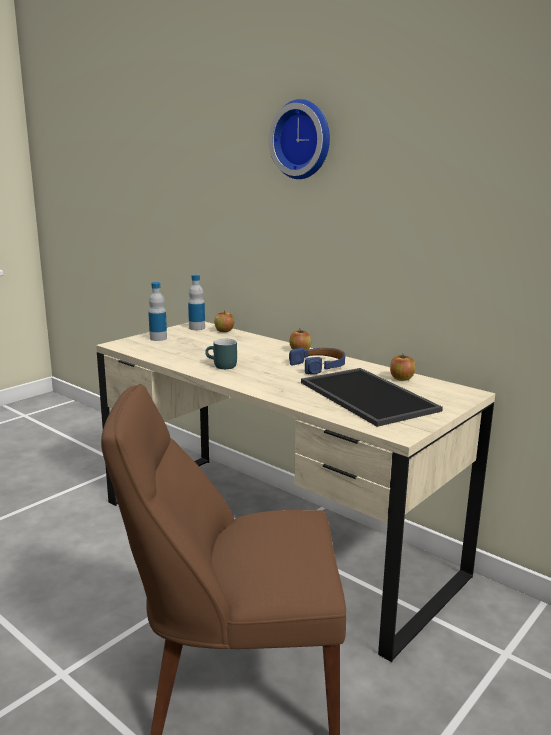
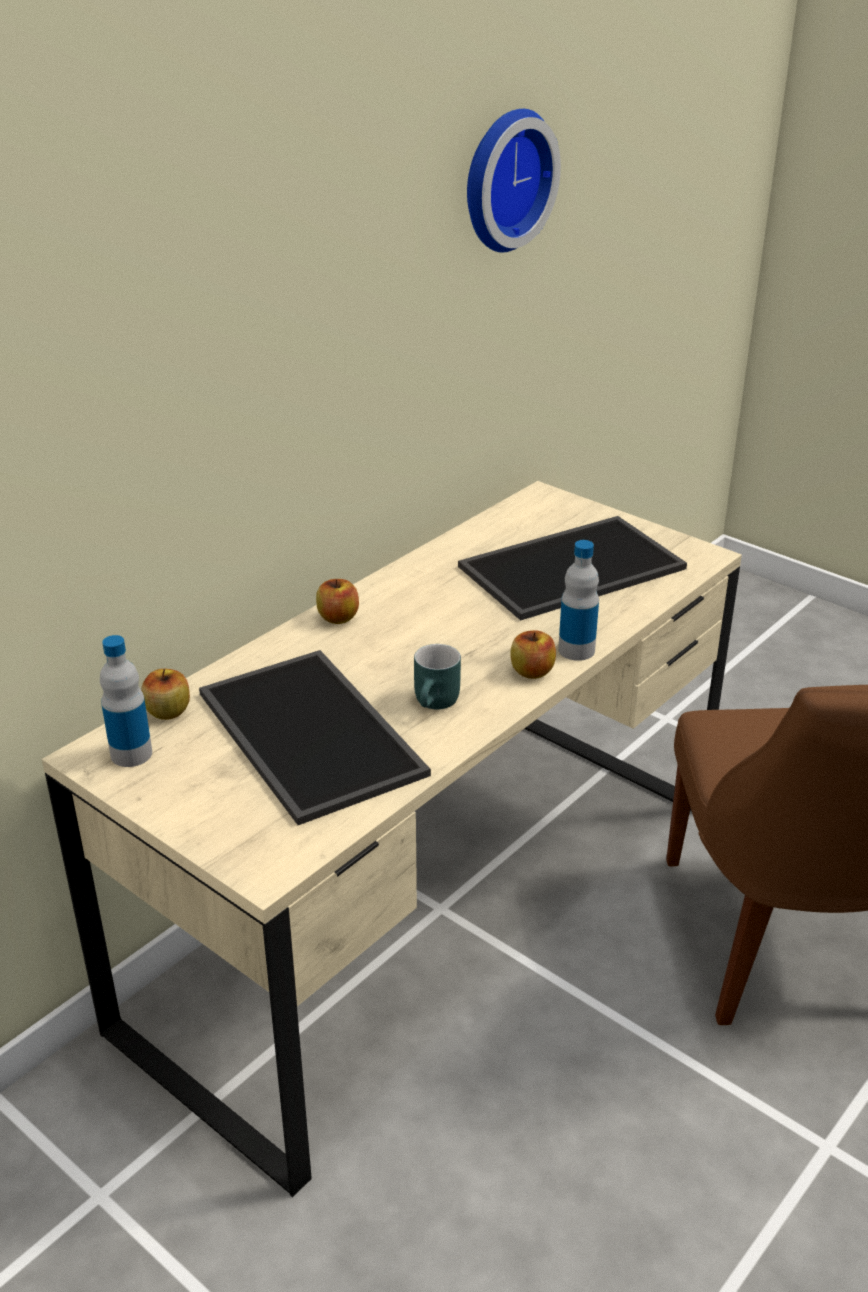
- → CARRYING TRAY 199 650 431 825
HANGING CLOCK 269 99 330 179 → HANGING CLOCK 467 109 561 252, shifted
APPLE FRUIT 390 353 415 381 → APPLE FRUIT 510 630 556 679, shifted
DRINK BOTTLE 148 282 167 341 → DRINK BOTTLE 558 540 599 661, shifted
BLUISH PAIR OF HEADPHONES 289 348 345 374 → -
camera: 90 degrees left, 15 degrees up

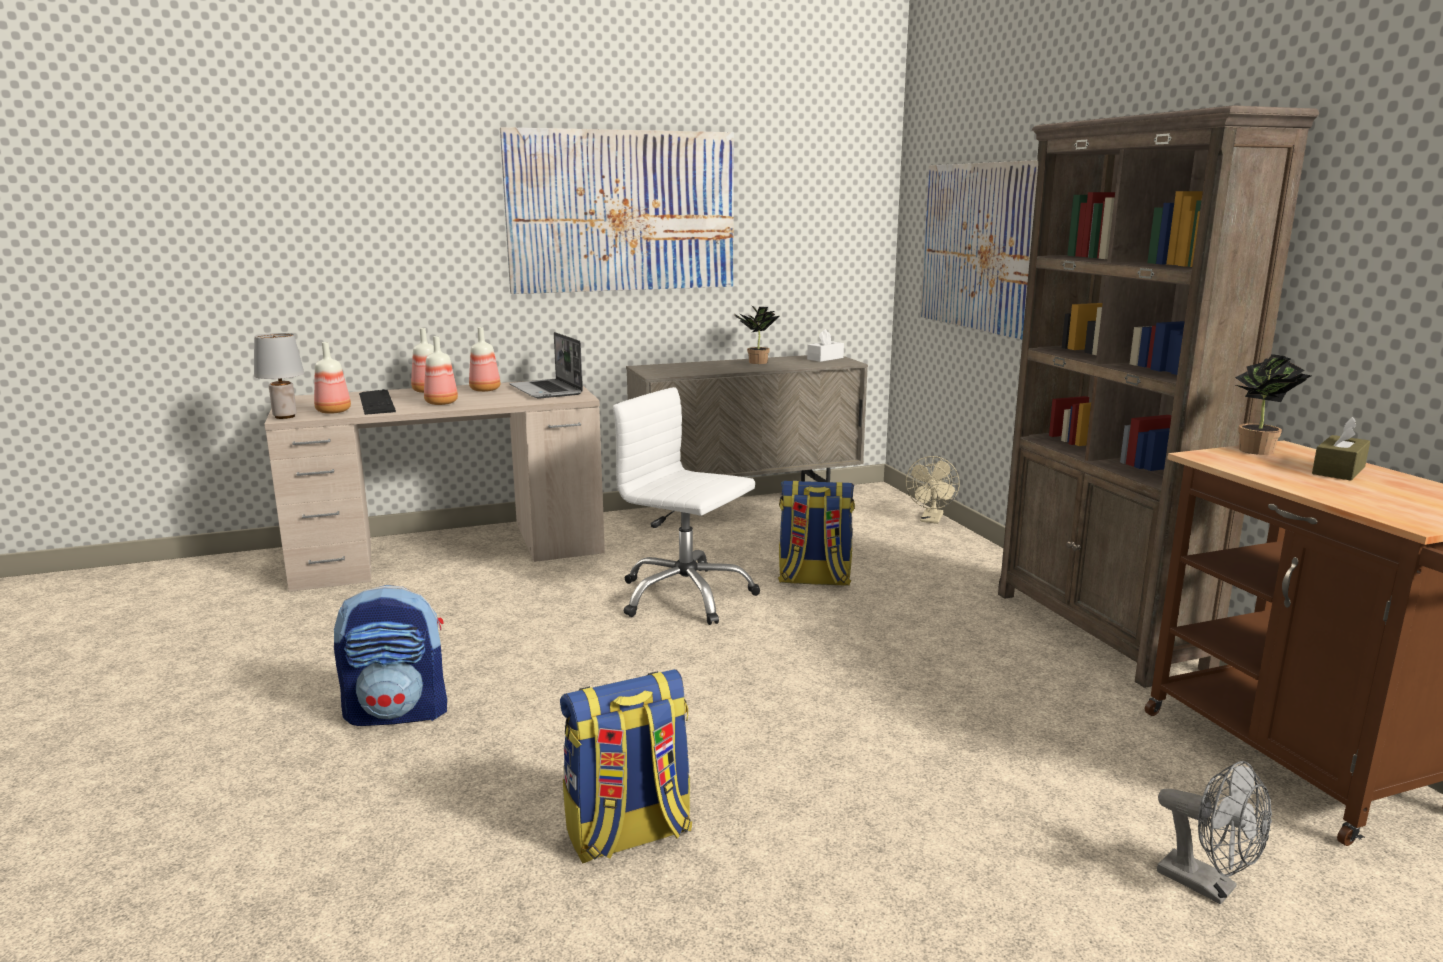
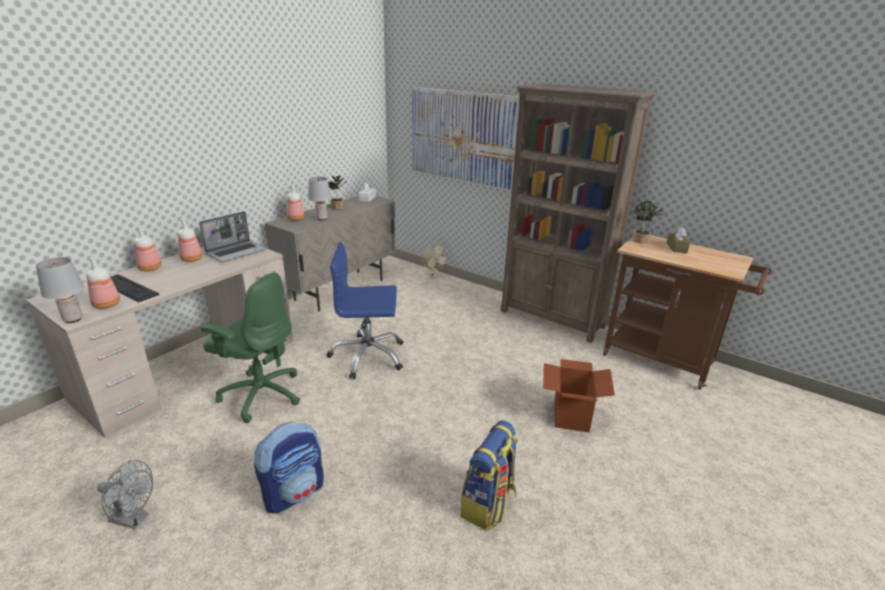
GRAY COOLING FAN 1157 761 1272 905 → GRAY COOLING FAN 97 460 153 529, shifted
NOTEBOOK COMPUTER 510 332 583 399 → NOTEBOOK COMPUTER 199 211 267 262, 75 degrees counterclockwise
- → GREEN DESK CHAIR 201 272 300 423
DRINK BOTTLE 424 336 458 405 → DRINK BOTTLE 287 184 305 221, shifted
- → GRAY TABLE LAMP 308 177 331 220
WHITE DESK CHAIR 613 387 760 625 → BLUISH DESK CHAIR 326 242 404 379
- → CARDBOARD BOX 543 359 615 432
PICTURE 500 127 734 294 → -
BACKPACK 778 481 855 586 → -
camera: 35 degrees left, 10 degrees up

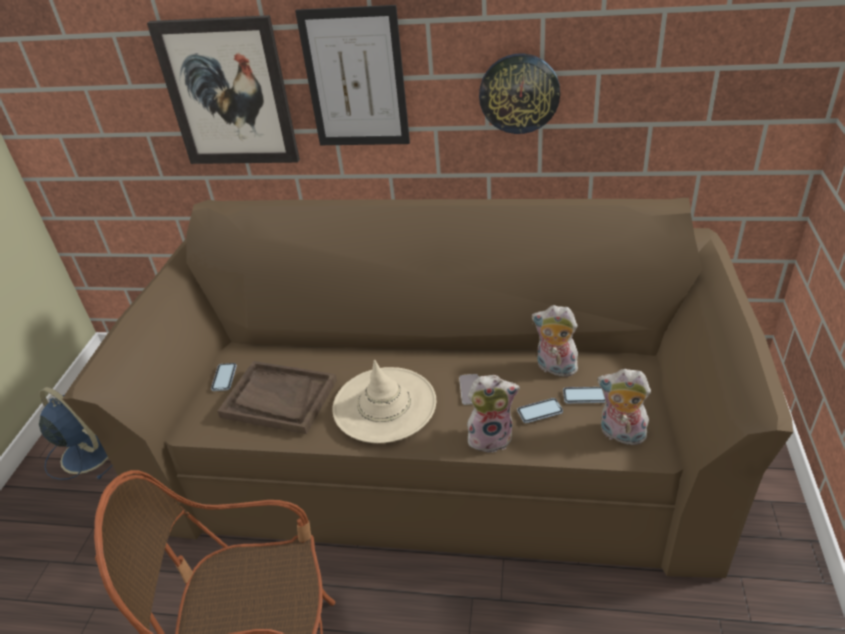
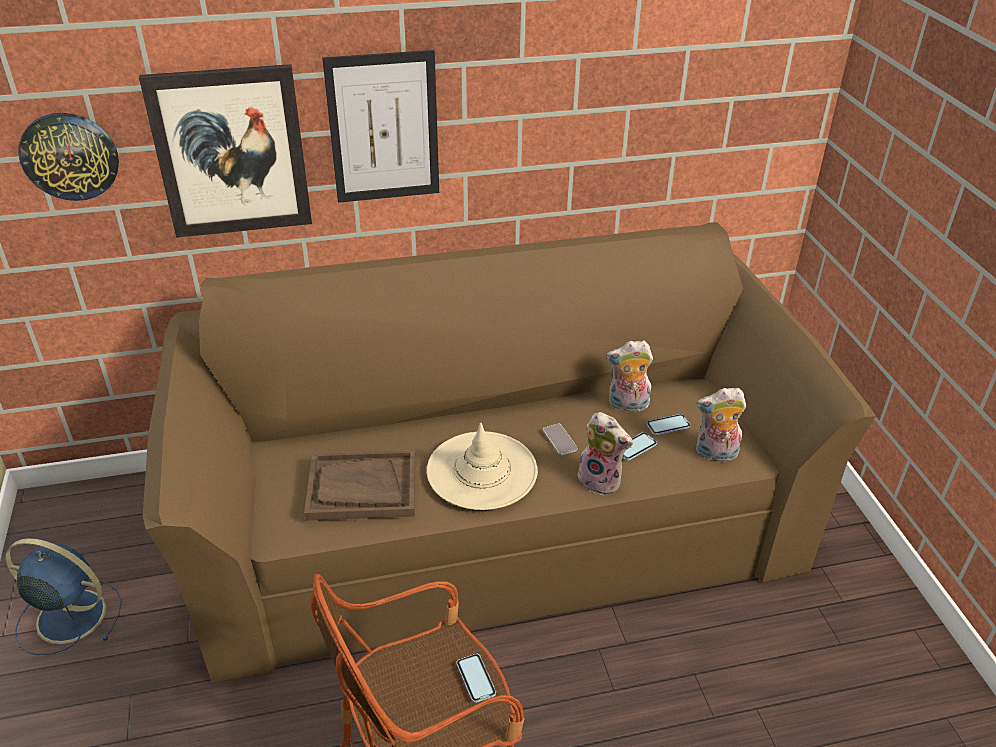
HANGING CLOCK 479 53 560 134 → HANGING CLOCK 18 113 119 201, shifted
HANDSET 211 363 237 391 → HANDSET 456 654 496 703, shifted
CUDDLY TOY 467 375 520 454 → CUDDLY TOY 576 412 633 496, 60 degrees clockwise
camera: 25 degrees left, 0 degrees up

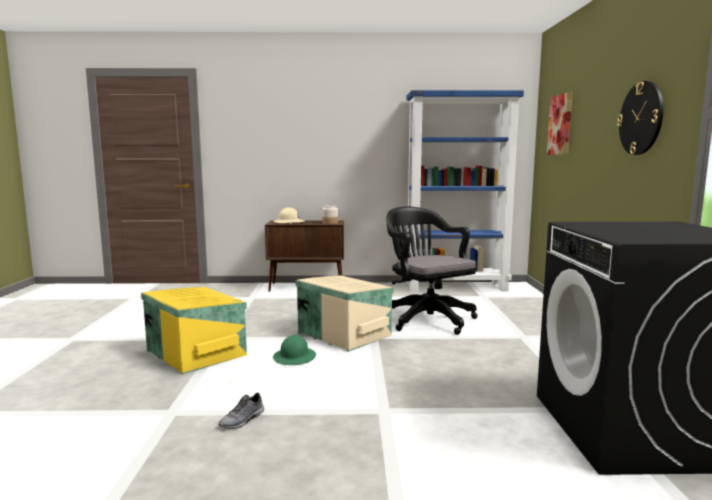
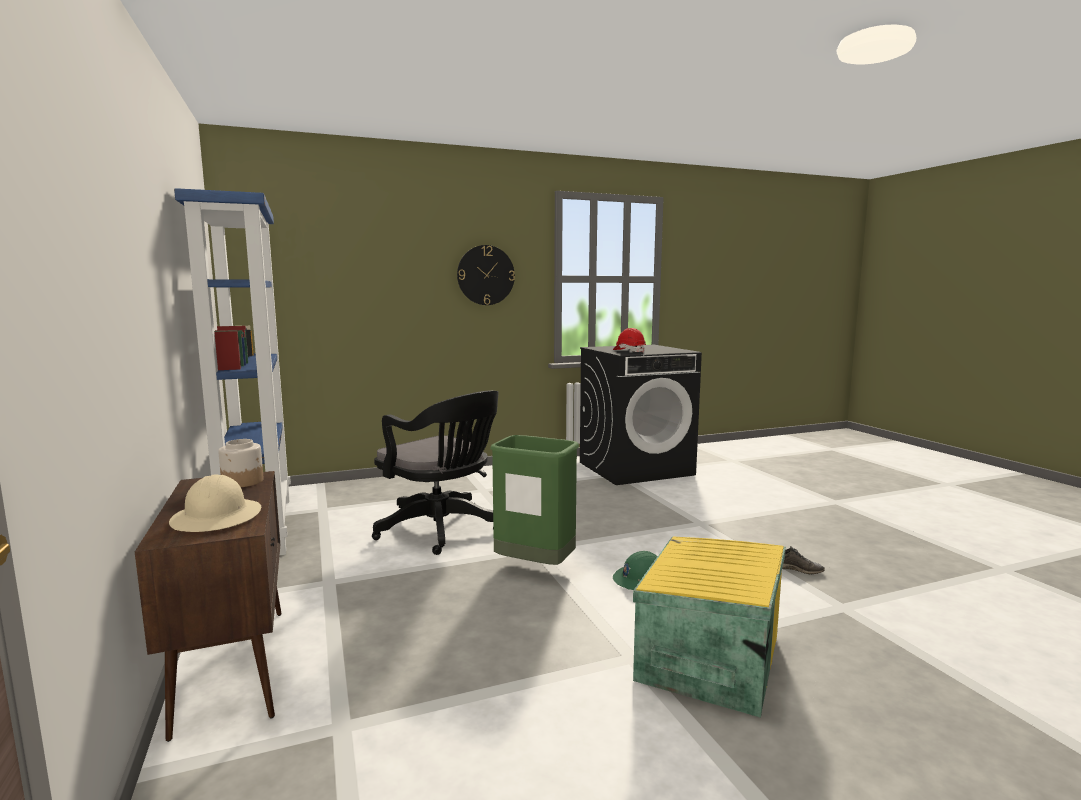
BLACK-COLOURED DESK CHAIR 386 207 478 335 → BLACK-COLOURED DESK CHAIR 372 391 499 555, 90 degrees counterclockwise
BEIGE STORAGE CONTAINER 296 275 394 352 → GREEN TRASH CAN 490 435 579 565
- → RED-COLOURED SAFETY HELMET 613 328 646 353
PICTURE 547 92 573 155 → -
camera: 110 degrees left, 0 degrees up

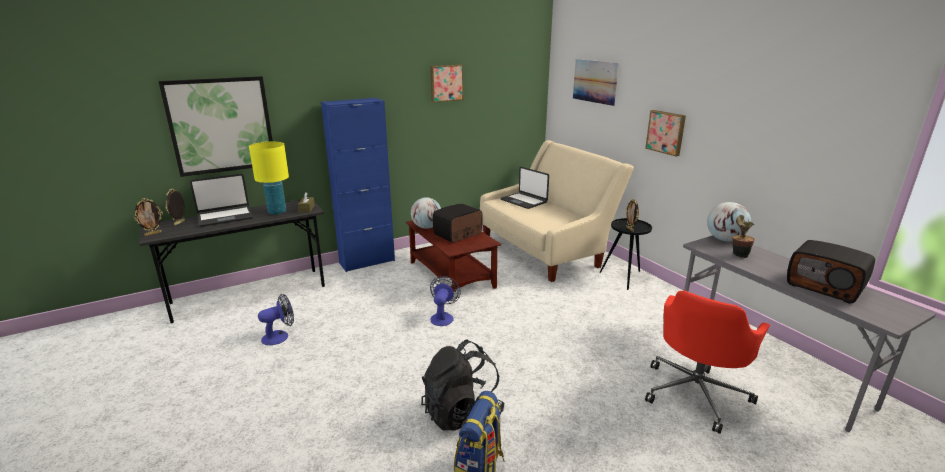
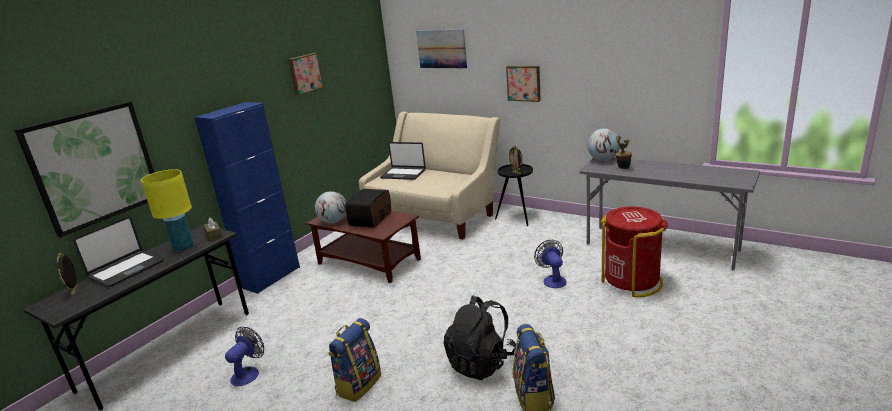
- → BACKPACK 328 318 381 402
COOLING FAN 430 276 461 326 → COOLING FAN 534 240 567 288, shifted
RED-COLOURED DESK CHAIR 645 291 770 434 → RED-COLOURED TRASH CAN 601 206 668 297
STANDING FRAME 134 198 163 236 → -
RADIO SET 787 240 875 303 → -
camera: 25 degrees left, 0 degrees up

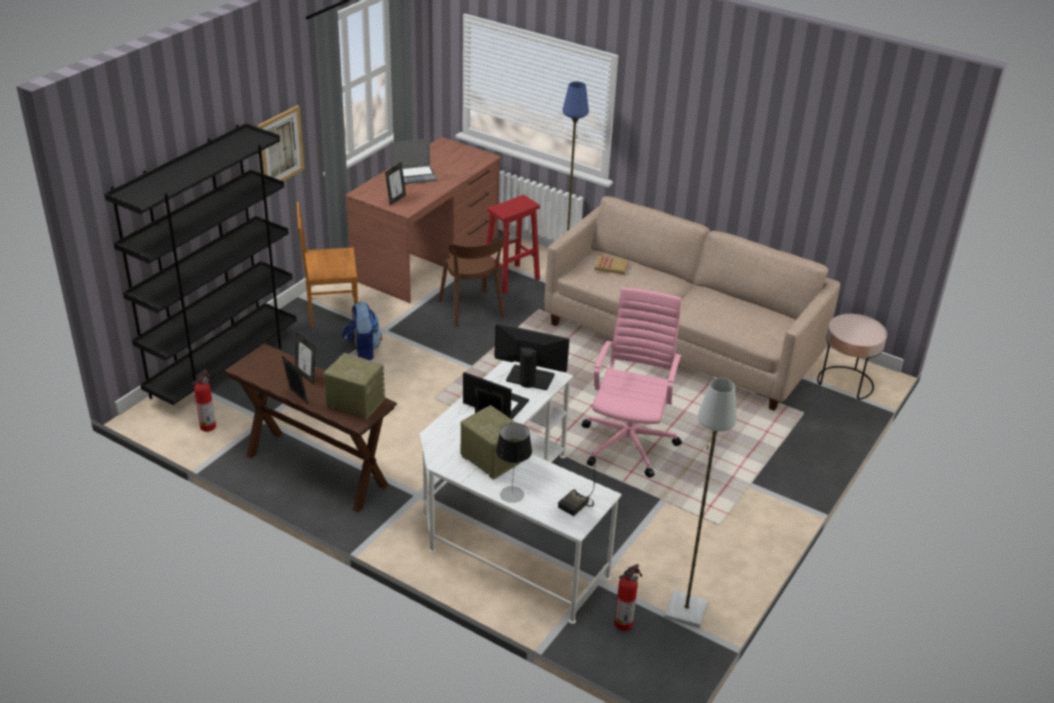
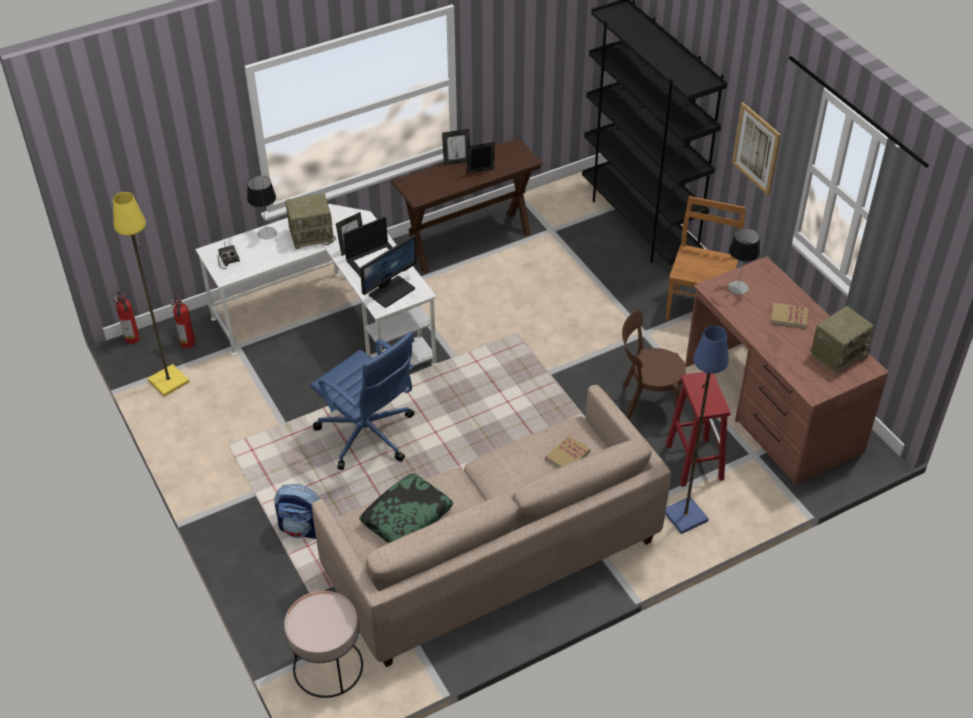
GRAY STANDING LAMP 664 378 737 628 → YELLOW STANDING LAMP 113 192 189 397
FIRE EXTINGUISHER 193 369 216 432 → FIRE EXTINGUISHER 113 291 140 344, shifted
BACKPACK 342 302 382 361 → BACKPACK 274 484 320 539, shifted
PINKISH DESK CHAIR 582 287 682 478 → BLUISH DESK CHAIR 310 331 415 470
- → PILLOW 359 474 453 543
STANDING FRAME 385 162 406 205 → TABLE LAMP 728 228 760 295
NOTEBOOK COMPUTER 390 139 437 184 → BOOK 771 303 808 329
RADIO SET 324 353 385 420 → RADIO SET 811 306 875 374, shifted
camera: 120 degrees right, 10 degrees up

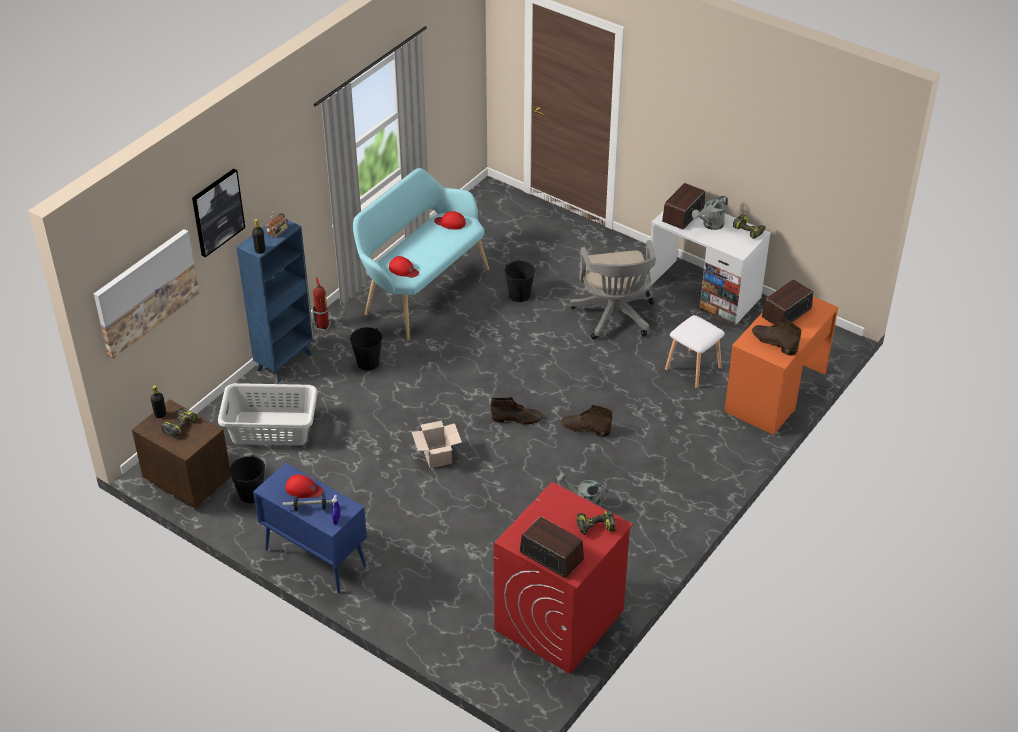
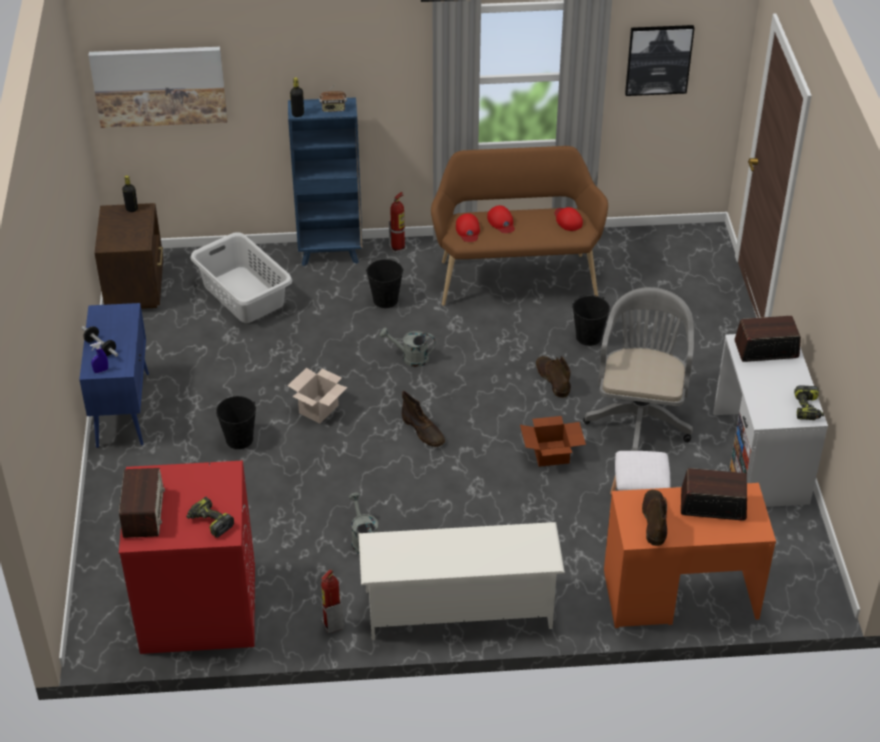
BLACK-COLOURED WATER BUCKET 229 455 265 503 → BLACK-COLOURED WATER BUCKET 216 396 256 449, shifted
- → FIRE EXTINGUISHER 321 570 344 633
- → WHITE SHOE RACK 359 522 565 640
GRAY WATERING POT 692 195 728 230 → GRAY WATERING POT 380 327 435 367, shifted
BLUE-GREEN LONG SEAT 353 168 489 340 → BROWNISH LONG SEAT 431 146 608 306
RED-COLOURED CAP 286 475 323 498 → RED-COLOURED CAP 487 205 515 233, shifted
- → CARDBOARD BOX 520 416 586 467
BROWNISH TALL BOOT 561 405 612 437 → BROWNISH TALL BOOT 536 356 571 398, shifted
GRAY DESK CHAIR 570 240 656 340 → GRAY DESK CHAIR 583 287 694 451, 150 degrees clockwise
PICTURE 192 169 245 257 → PICTURE 625 25 694 96, shifted
ELECTRIC DRILL 161 408 197 438 → -
camera: 50 degrees right, 0 degrees up

